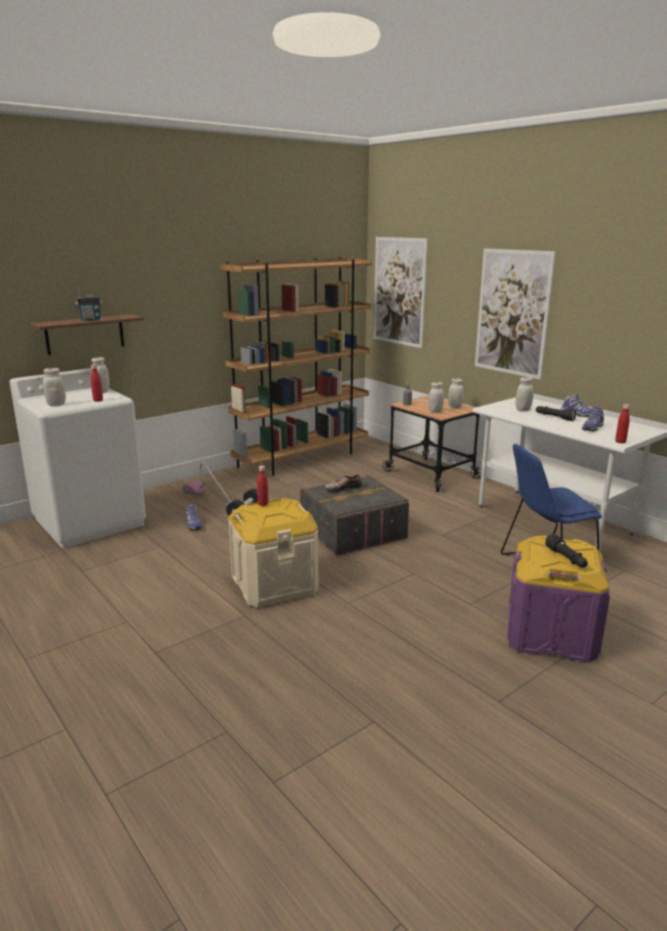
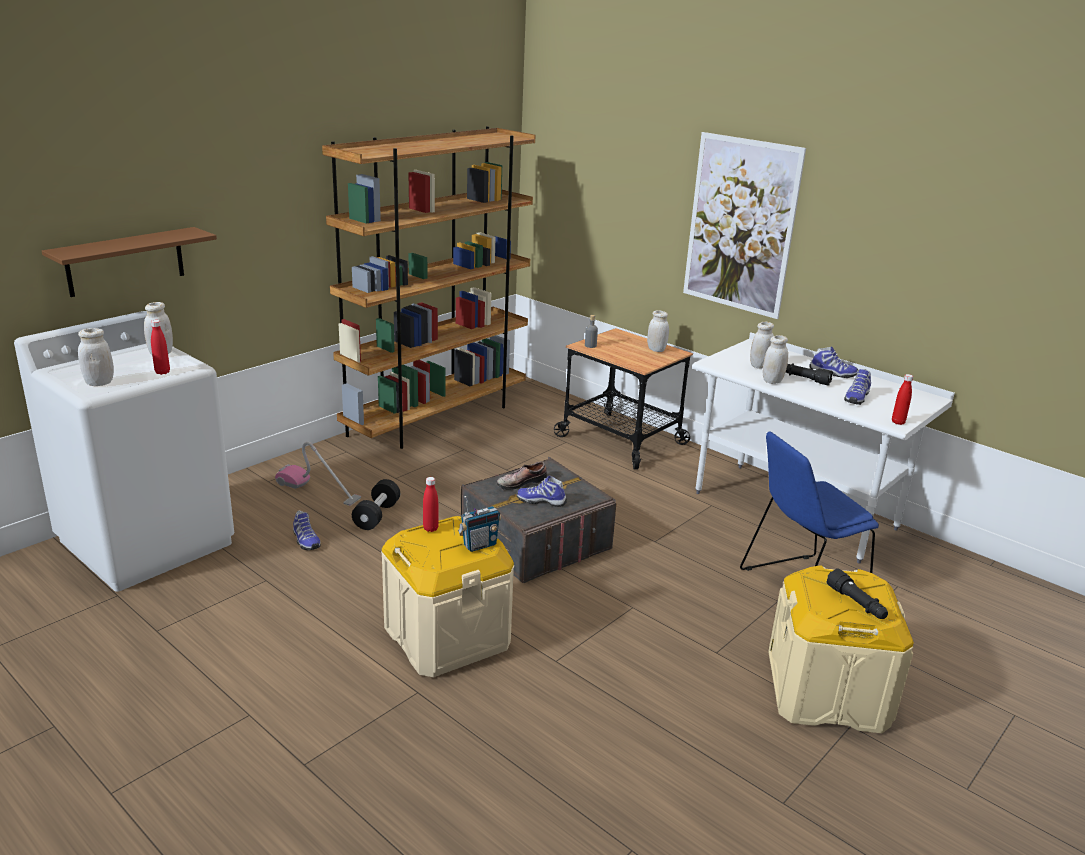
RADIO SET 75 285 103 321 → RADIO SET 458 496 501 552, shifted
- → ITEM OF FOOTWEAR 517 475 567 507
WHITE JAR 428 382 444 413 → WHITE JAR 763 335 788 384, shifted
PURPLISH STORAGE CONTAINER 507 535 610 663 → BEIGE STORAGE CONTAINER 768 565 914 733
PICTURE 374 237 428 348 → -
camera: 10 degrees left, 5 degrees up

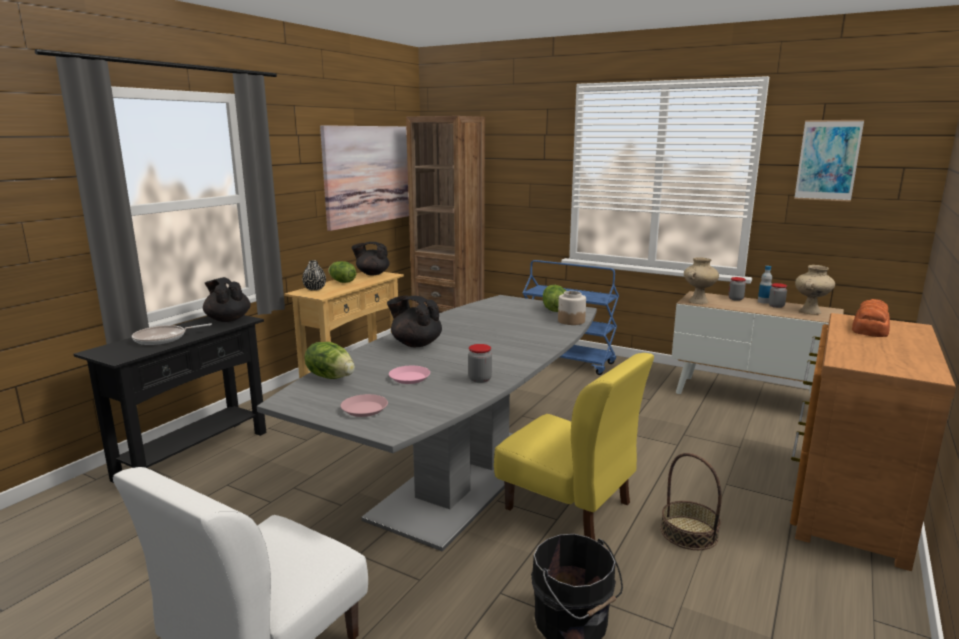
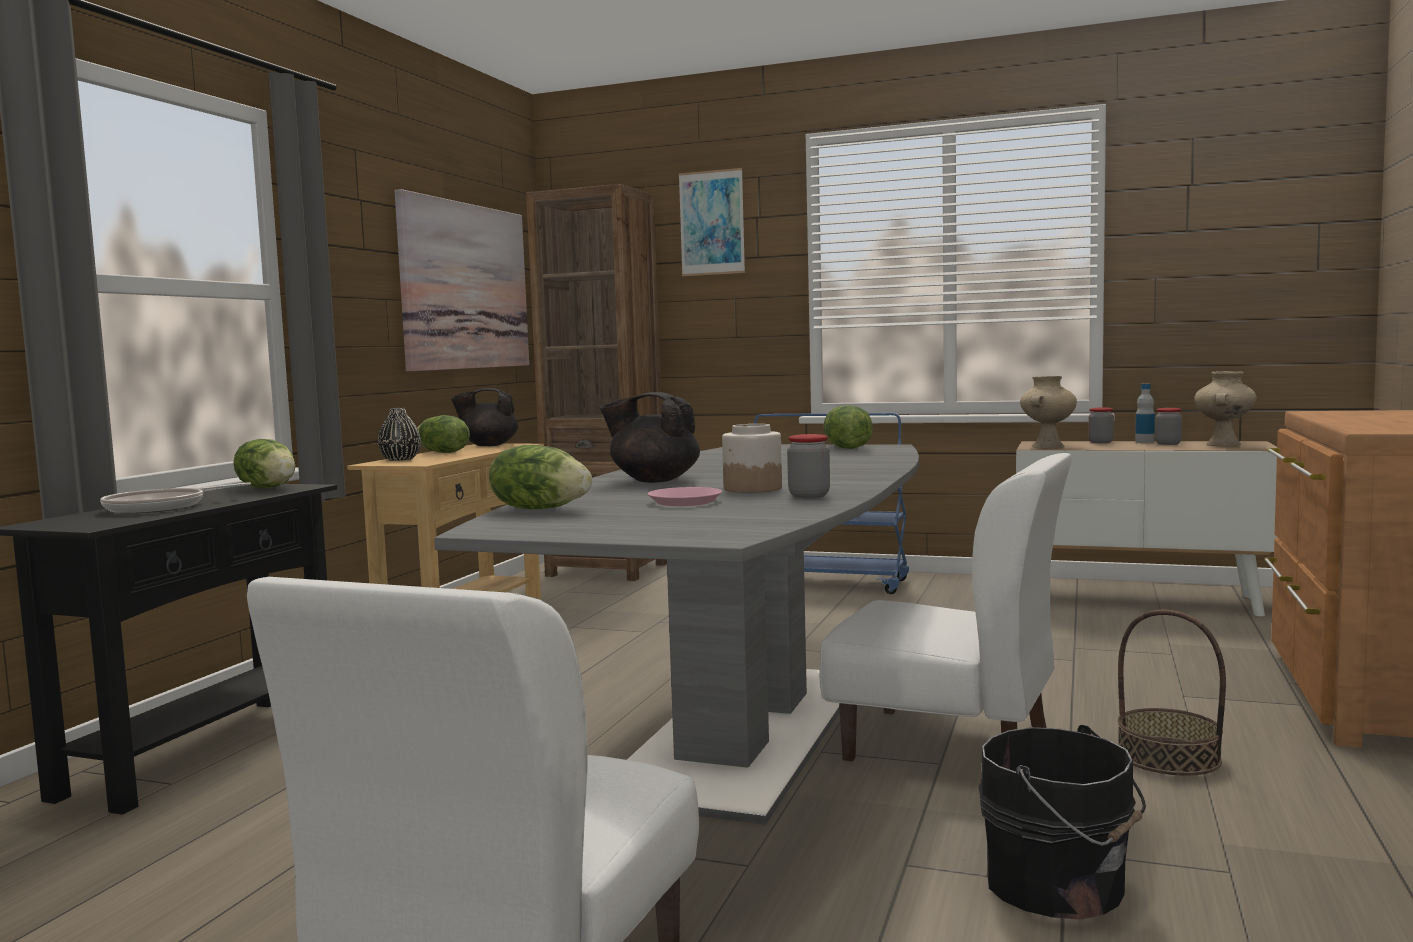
BLACK-COLOURED TEAPOT 203 277 251 322 → LETTUCE HEAD 233 439 295 488
PICTURE 794 120 864 202 → PICTURE 678 168 745 276, shifted
JAR 558 291 586 325 → JAR 722 424 782 493, shifted
YELLOW CHAIR 494 353 654 540 → WHITE CHAIR 820 453 1072 761
PINKISH FLAT DISH 341 394 388 417 → -
BAKERY BREAD 852 299 890 337 → -
camera: 10 degrees left, 10 degrees down

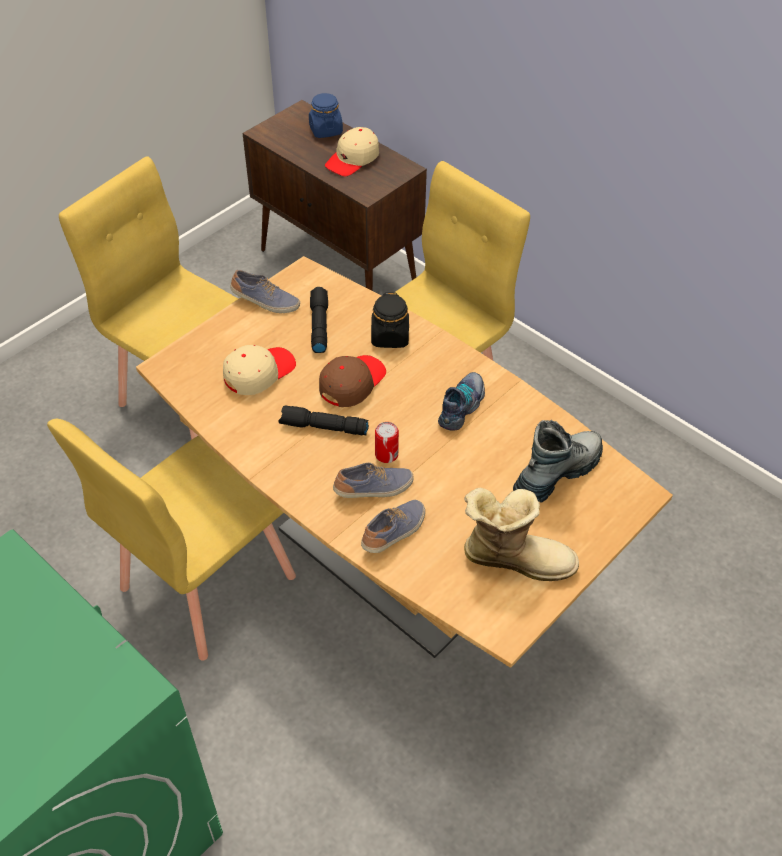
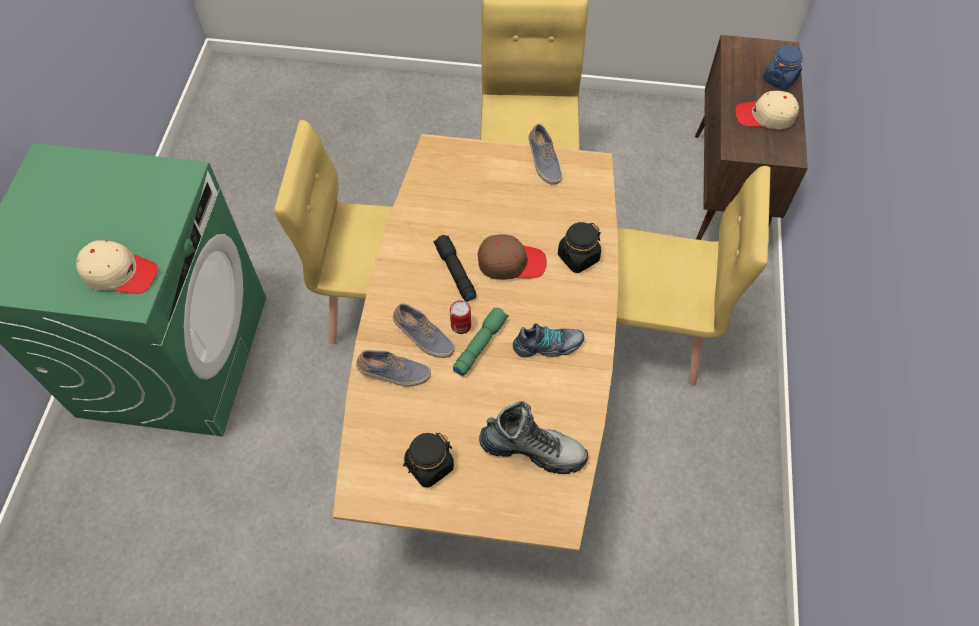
BEIGE CAP 223 345 296 395 → BEIGE CAP 76 240 158 294, shifted
TALL BOOT 464 488 579 581 → BLACK-COLOURED JAR 403 433 454 488
- → GREEN HAND TORCH 453 307 509 377
BLACK-COLOURED HAND TORCH 310 287 328 353 → -
camera: 55 degrees right, 10 degrees up

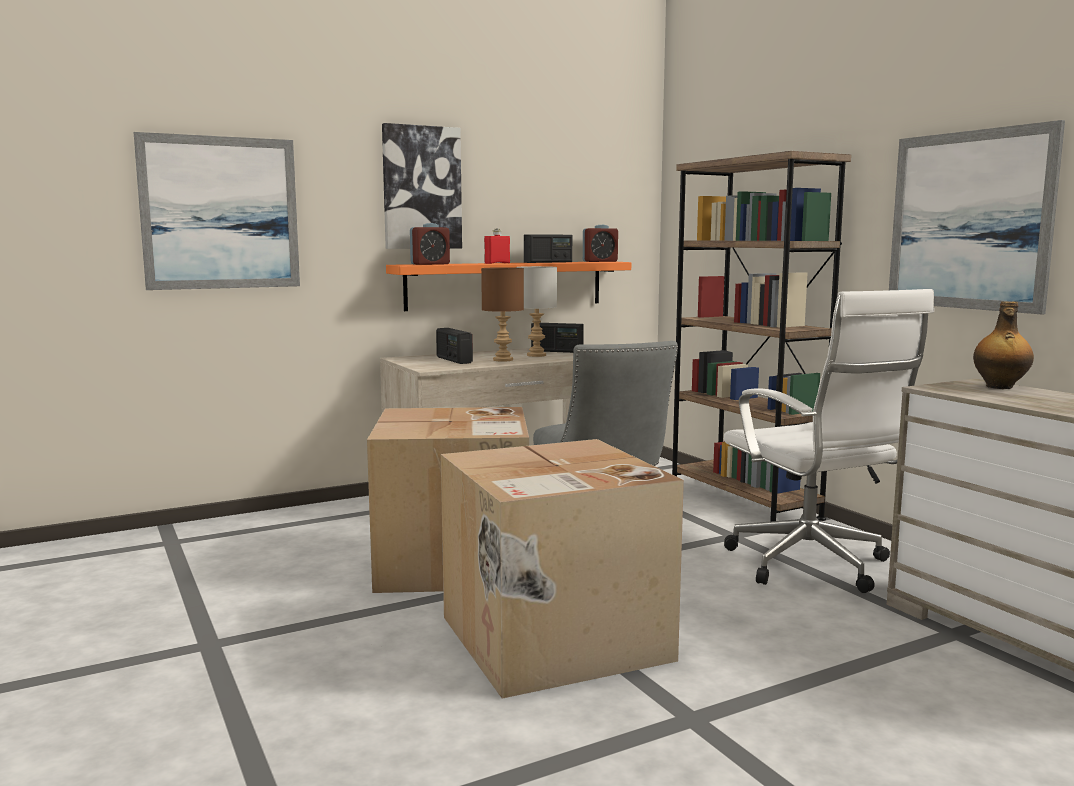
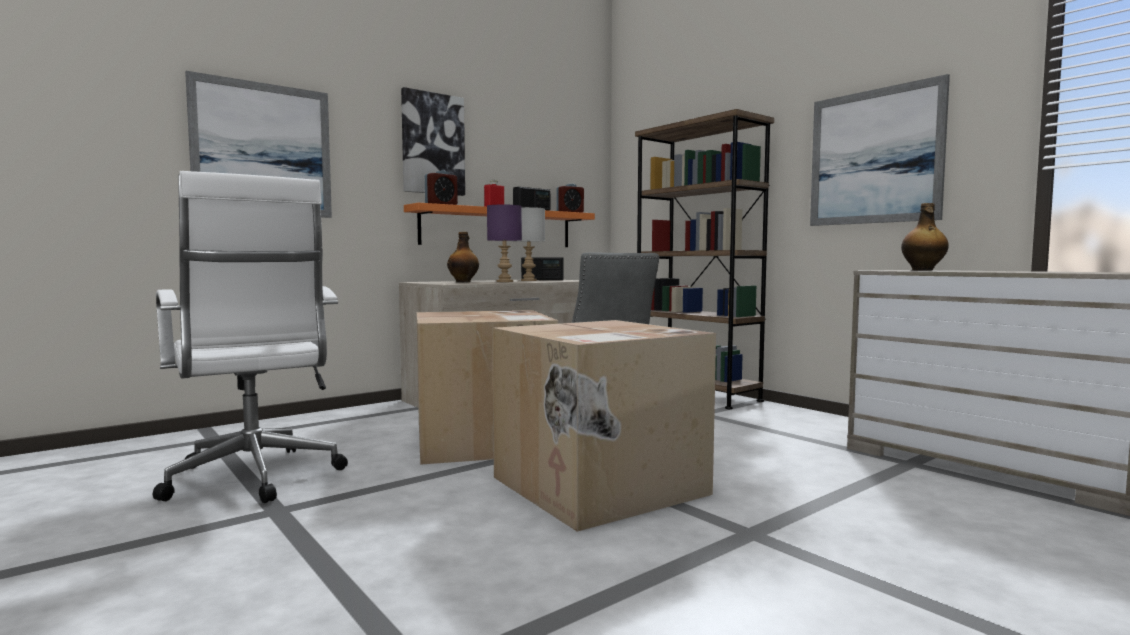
WHITE DESK CHAIR 724 289 934 593 → WHITE DESK CHAIR 153 171 348 503, shifted
RADIO SET 436 328 473 364 → DRINK BOTTLE 447 232 479 282
BROWNISH TABLE LAMP 481 267 524 362 → PURPLISH TABLE LAMP 487 205 522 282
camera: 10 degrees left, 5 degrees down

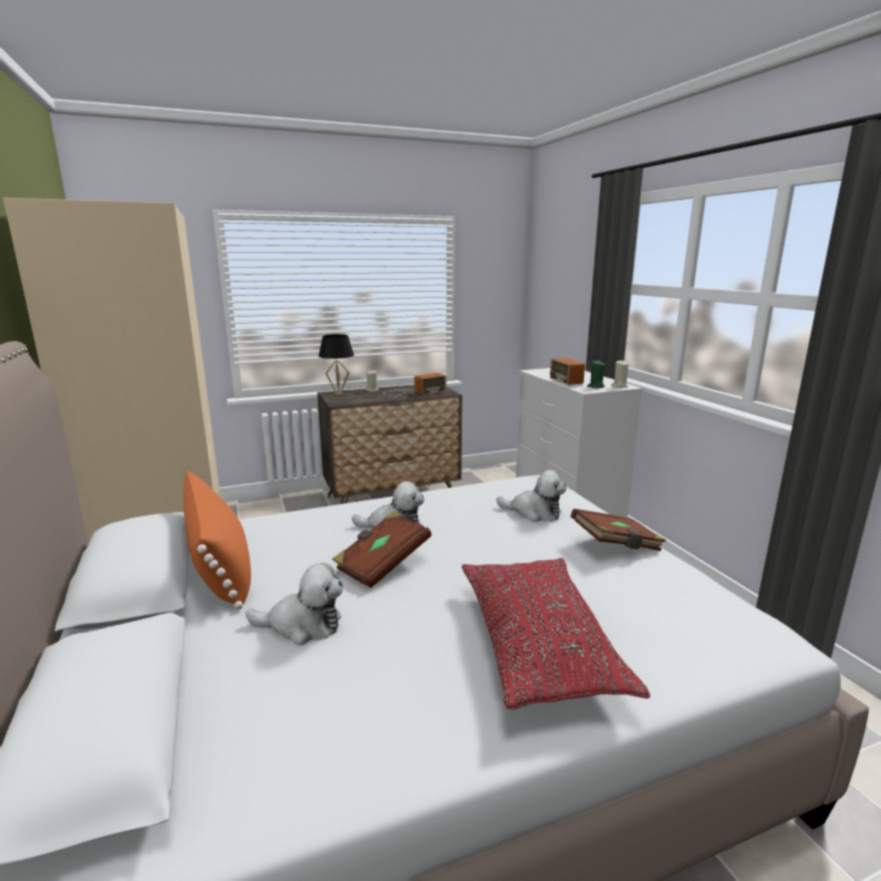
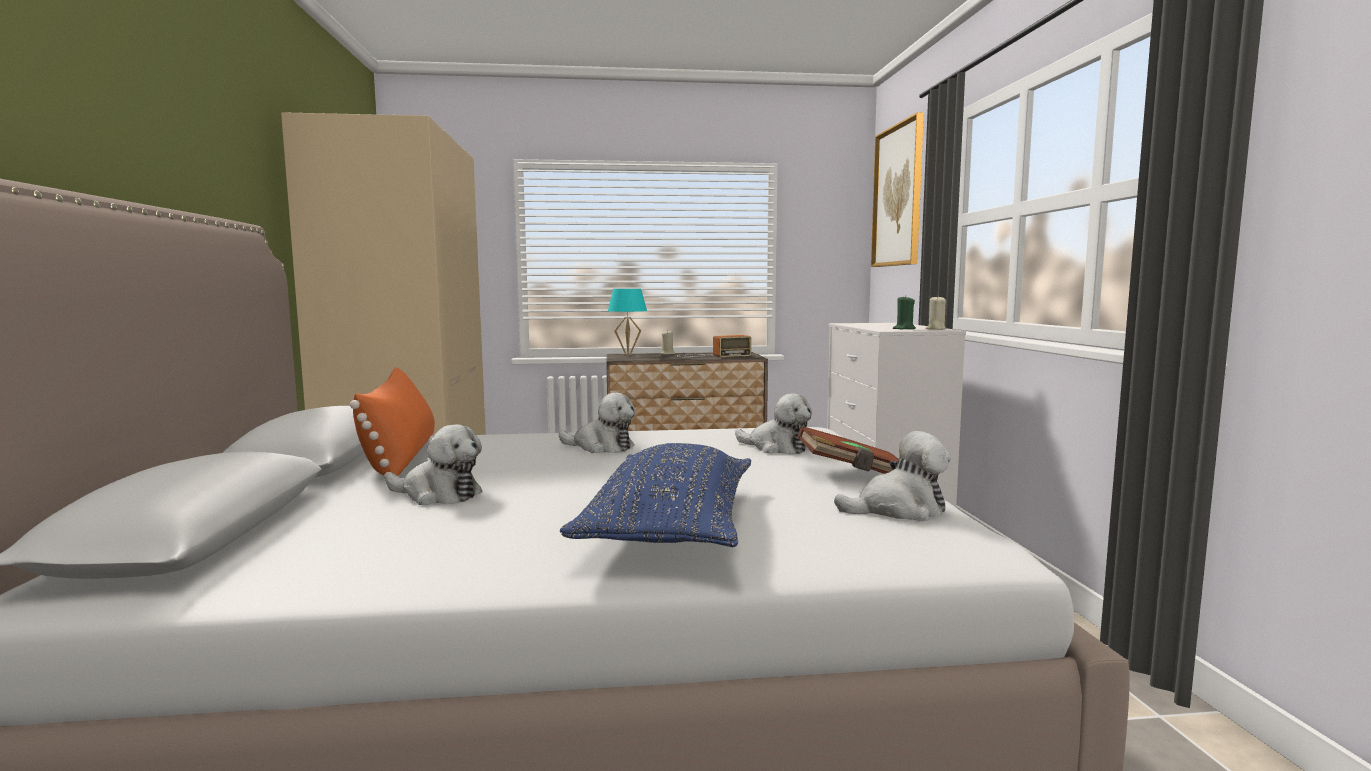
RED-COLOURED PILLOW 462 558 650 709 → BLUISH PILLOW 560 443 751 547
BLACK-COLOURED TABLE LAMP 319 334 354 395 → BLUE-GREEN TABLE LAMP 608 289 647 355
- → CUDDLY TOY 834 431 951 522
- → PICTURE 871 112 924 267
BROWNISH BOOK 332 511 432 588 → -
RADIO SET 548 358 585 385 → -
camera: 15 degrees right, 10 degrees down

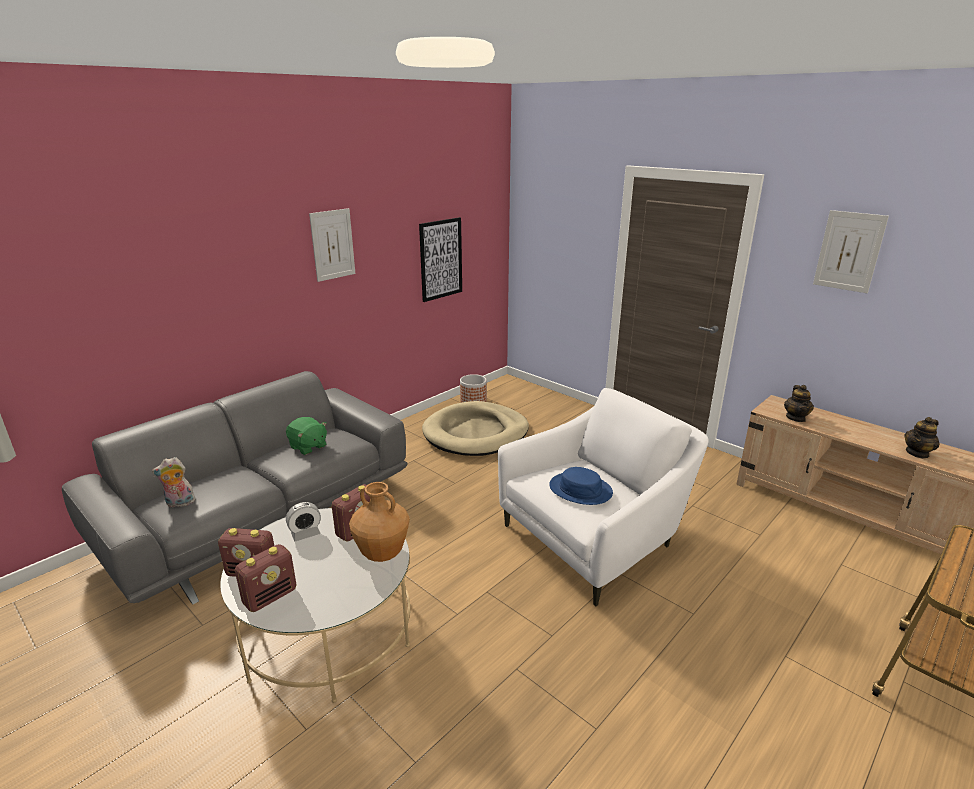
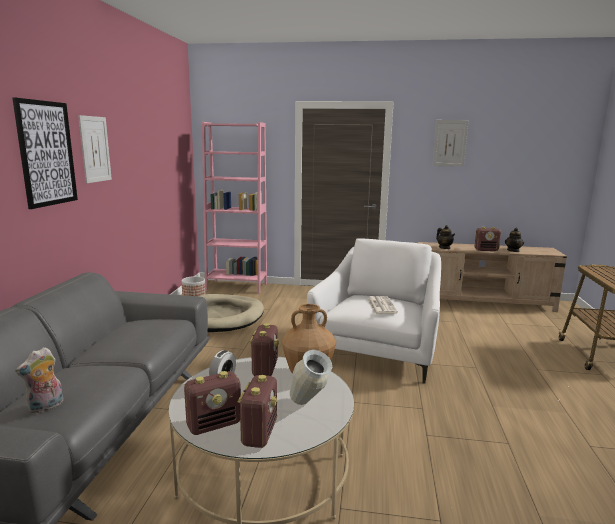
PICTURE 419 217 462 302 → PICTURE 12 97 78 209, shifted
- → PINKISH BOOKSHELF 202 122 267 294
- → FLOWER VASE 290 350 332 405
BLUISH WEARABLE HAT 549 467 613 505 → PRINTED PAPER 367 296 398 314
- → RADIO SET 475 227 501 251
GREEN CUDDLY TOY 286 417 327 455 → -
camera: 35 degrees left, 10 degrees down

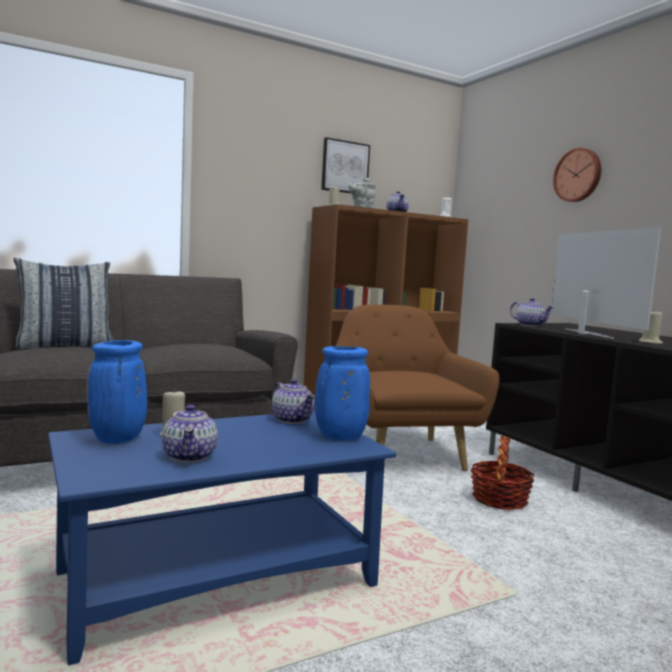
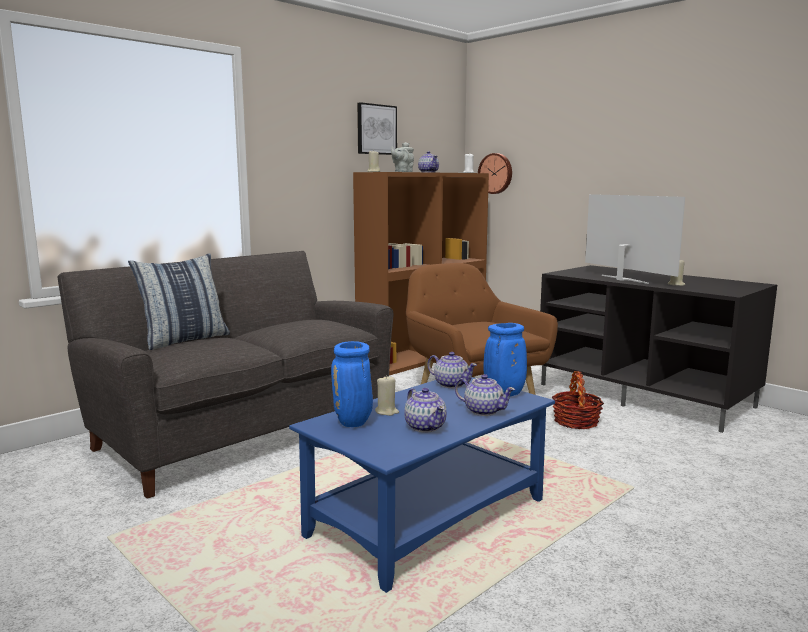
TEAPOT 510 298 554 326 → TEAPOT 455 374 515 416, shifted
HANGING CLOCK 553 148 601 202 → HANGING CLOCK 478 153 512 194, shifted
camera: 15 degrees left, 5 degrees up

